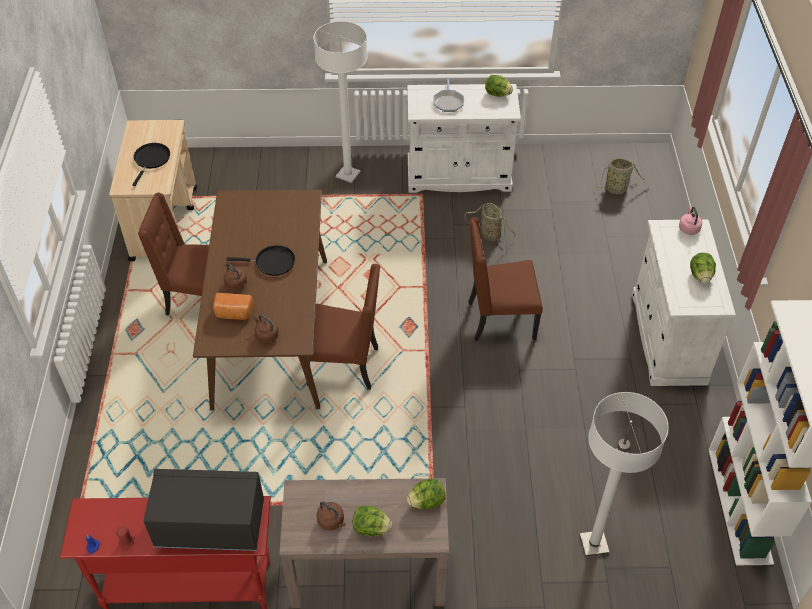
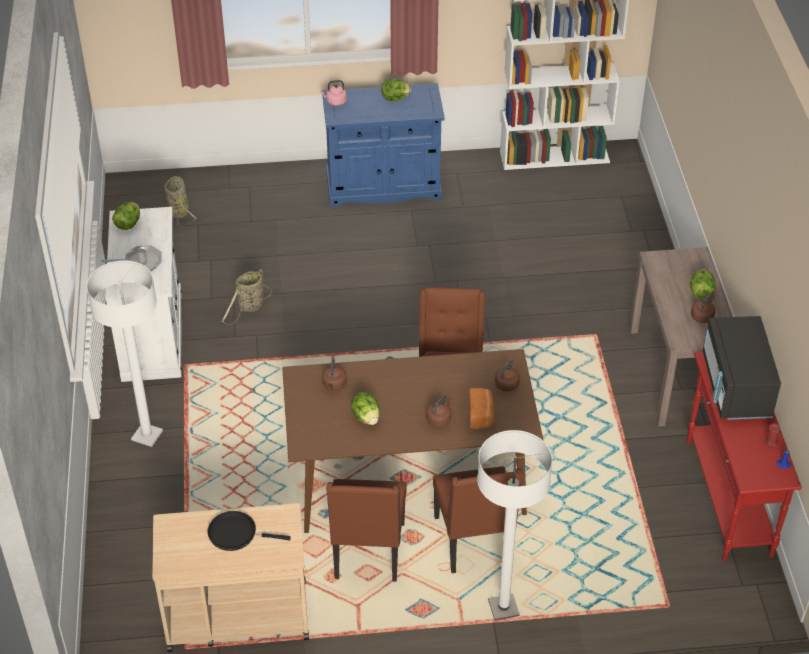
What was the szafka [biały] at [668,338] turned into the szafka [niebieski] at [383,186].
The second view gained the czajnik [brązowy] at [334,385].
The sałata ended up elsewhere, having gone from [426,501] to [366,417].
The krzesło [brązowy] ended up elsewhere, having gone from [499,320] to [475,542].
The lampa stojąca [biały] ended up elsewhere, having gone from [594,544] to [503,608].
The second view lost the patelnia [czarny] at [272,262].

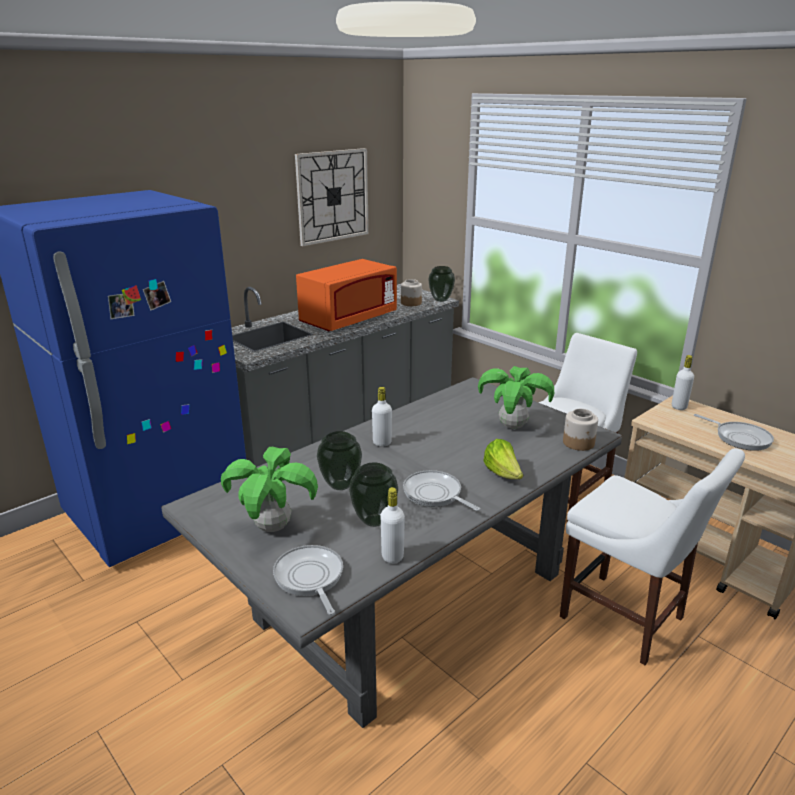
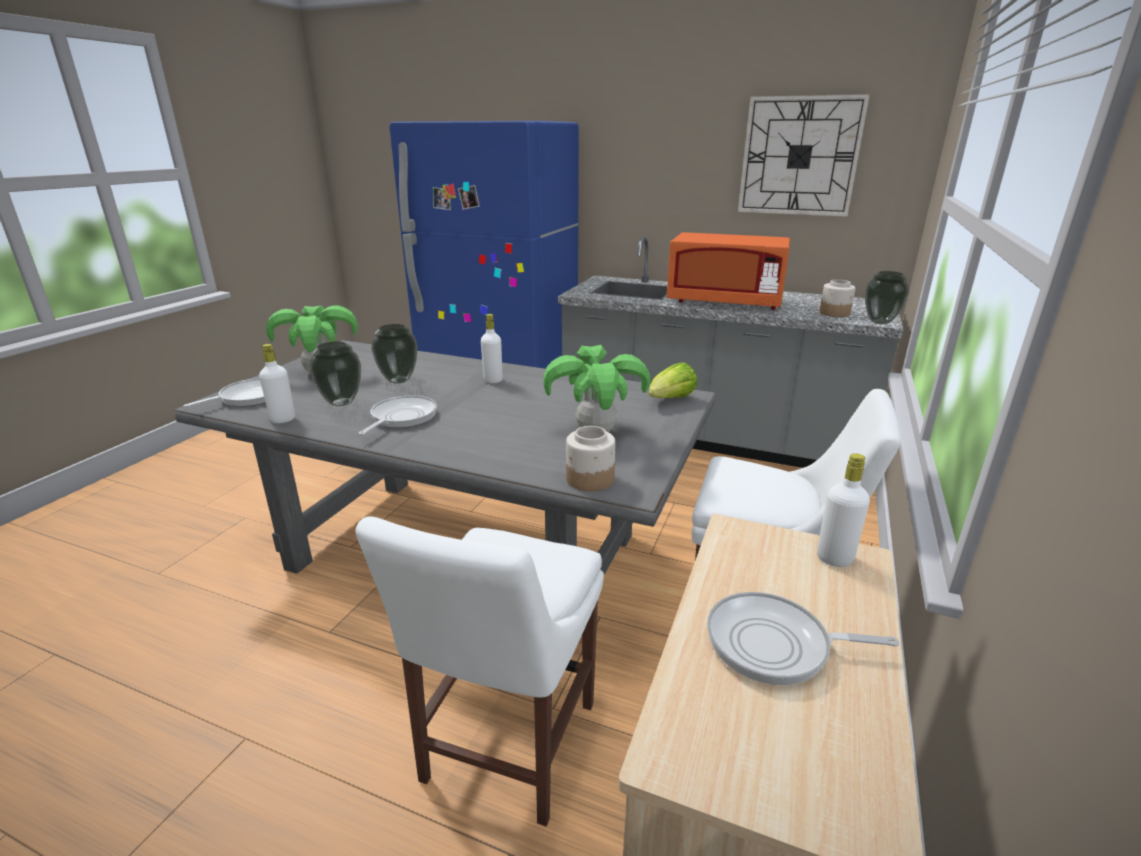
The sałata ended up elsewhere, having gone from [503,474] to [671,400].
The patelnia at [739,438] ended up facing another way, 75 degrees clockwise from before.

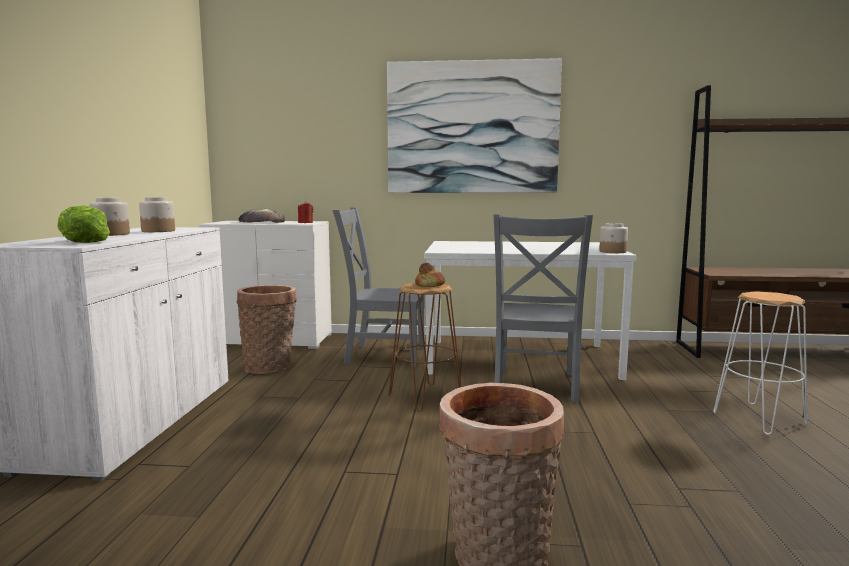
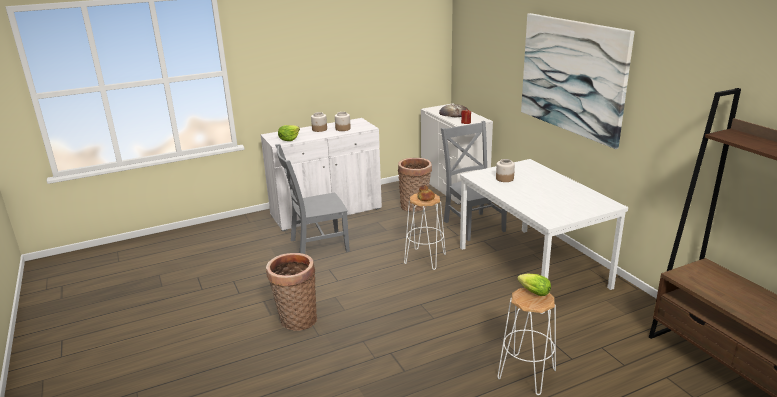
The krzesło [szary] ended up elsewhere, having gone from [535,386] to [316,246].
What was the stołek [brązowy] at [425,397] turned into the stołek [biały] at [425,259].
The słoik ended up elsewhere, having gone from [613,252] to [504,179].
The second view gained the sałata at [532,292].

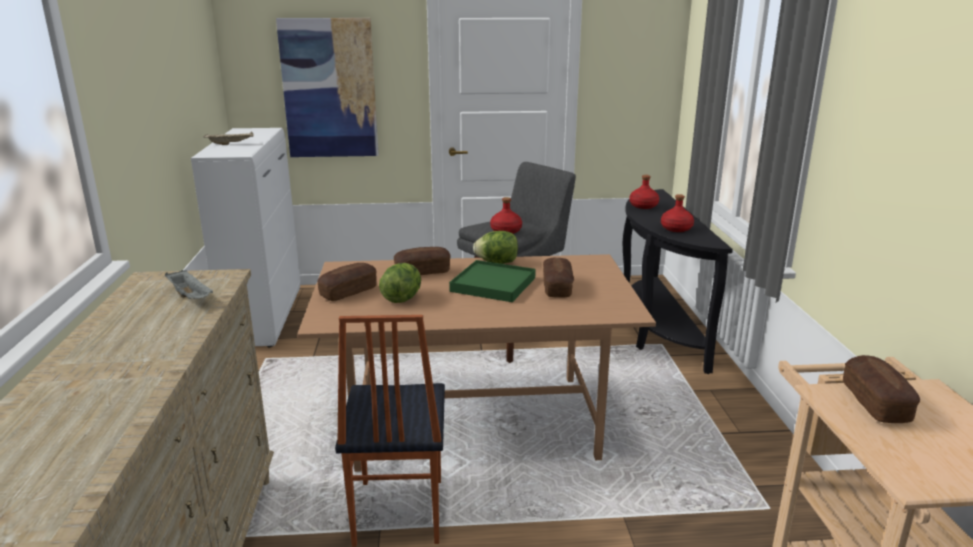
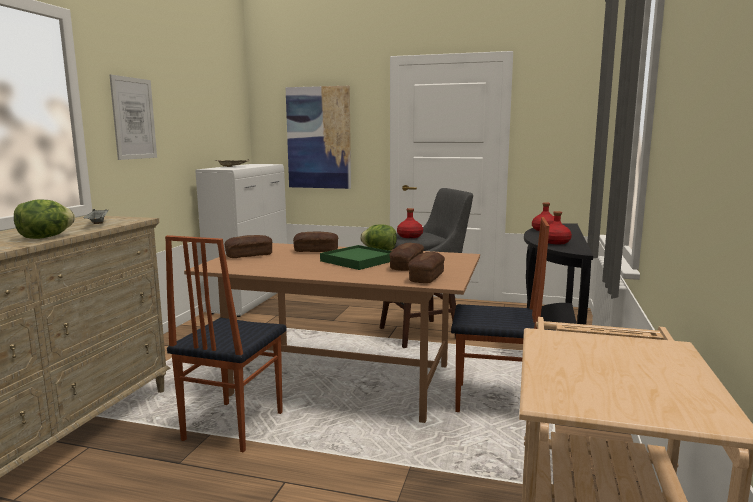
The sałata ended up elsewhere, having gone from [402,298] to [45,237].
The second view gained the obraz at [134,118].
The chleb ended up elsewhere, having gone from [875,402] to [426,277].
The second view gained the krzesło at [494,401].

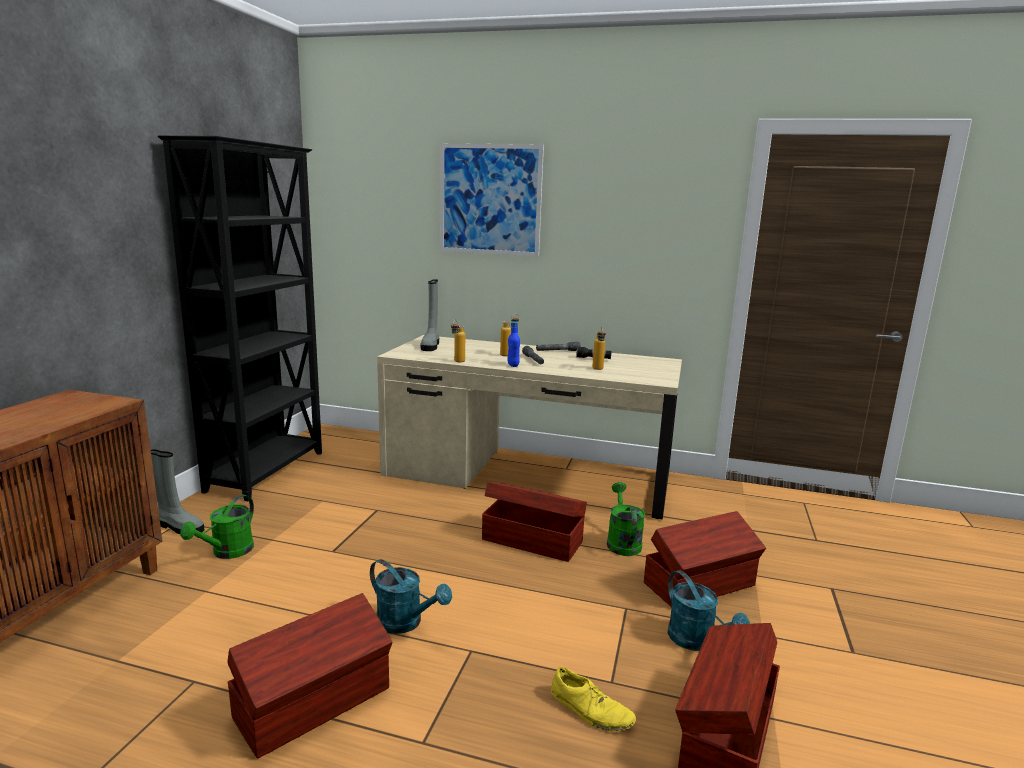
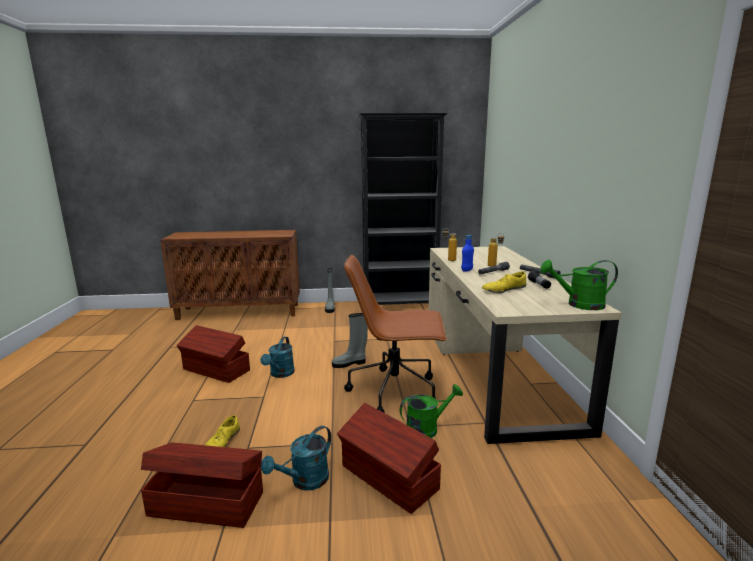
The but z cholewką [szary] ended up elsewhere, having gone from [431,346] to [350,363].
Where the pojemnik do przechowywania [brązowy] stood at [532,539], the krzesło biurowe [brązowy] came to stand at [395,391].
Where the butelka stood at [598,369], the but [żółty] came to stand at [503,289].
The konewka [zielony] ended up elsewhere, having gone from [227,552] to [579,305].
The second view lost the obraz at [490,200].

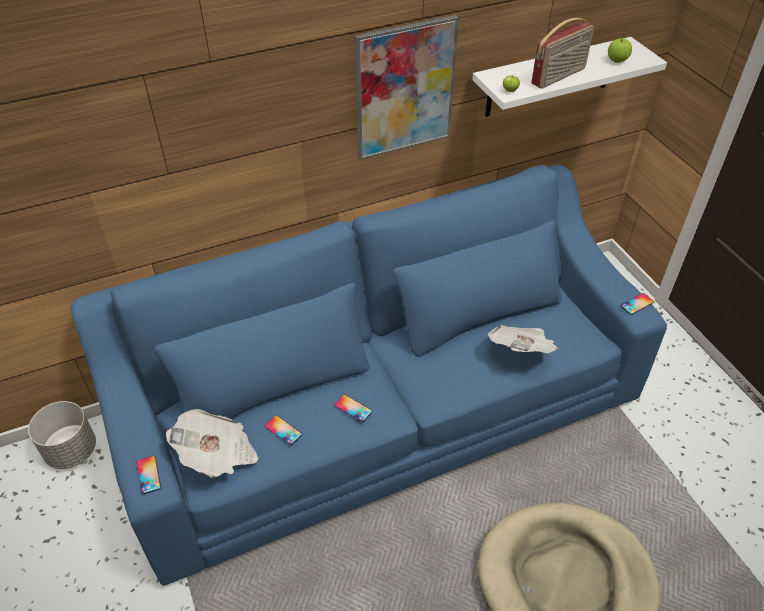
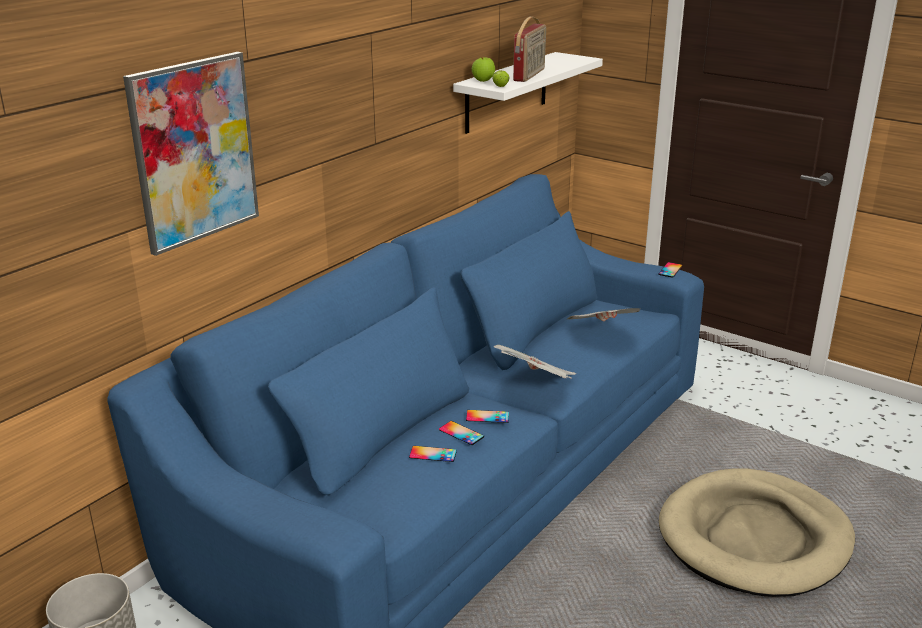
The obraz ended up elsewhere, having gone from [404,89] to [194,151].
The telefon ended up elsewhere, having gone from [148,475] to [461,433].
The jabłko ended up elsewhere, having gone from [617,61] to [483,80].
The gazeta ended up elsewhere, having gone from [218,455] to [536,382].

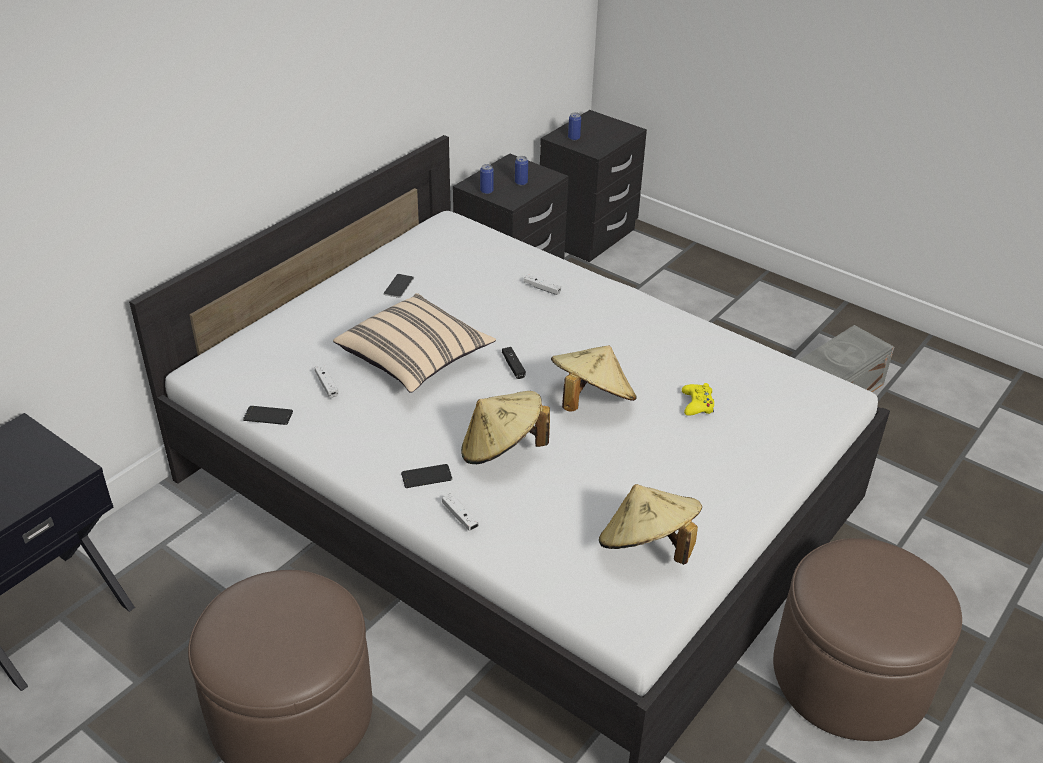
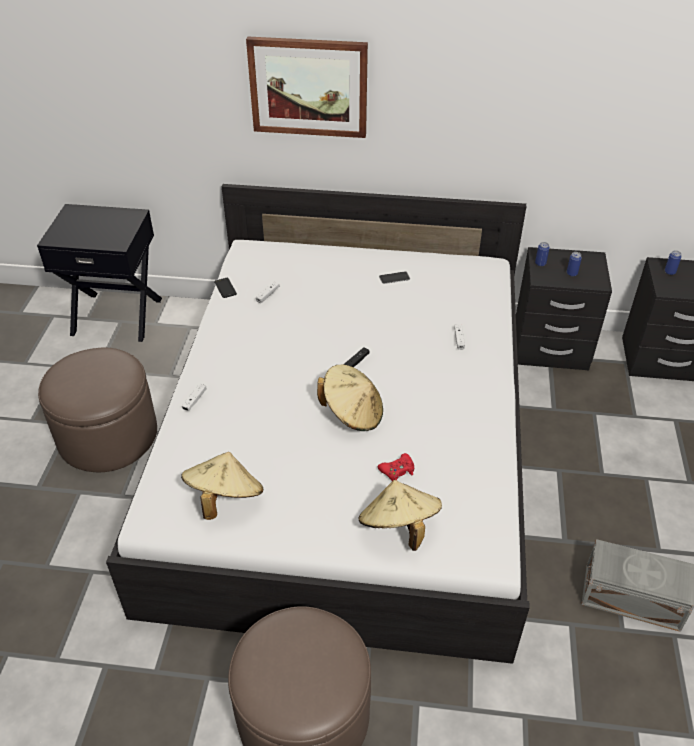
The second view gained the obraz at [308,87].
The kapelusz [beżowy] ended up elsewhere, having gone from [501,450] to [399,527].
What was the pad do gier [żółty] at [697,404] turned into the pad do gier [czerwony] at [397,470].
The second view lost the poduszka [beżowy] at [415,360].
The second view lost the telefon at [426,476].

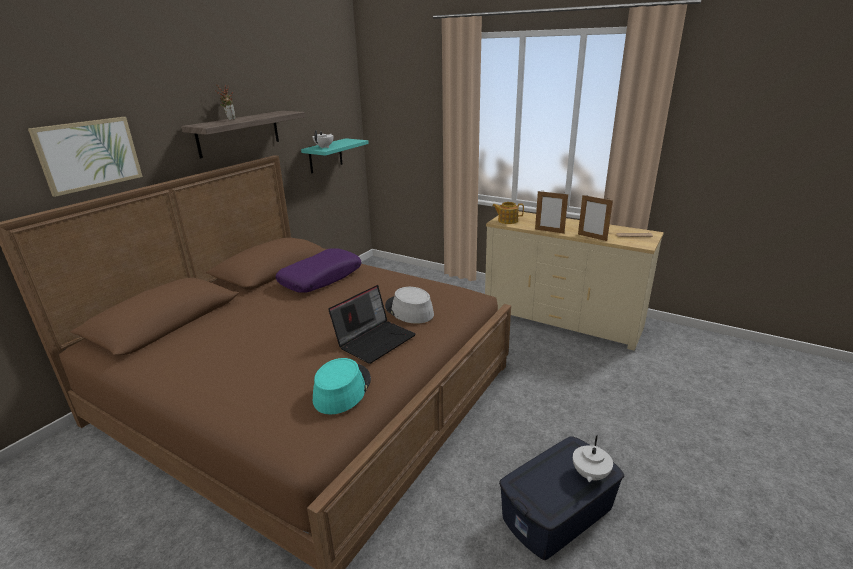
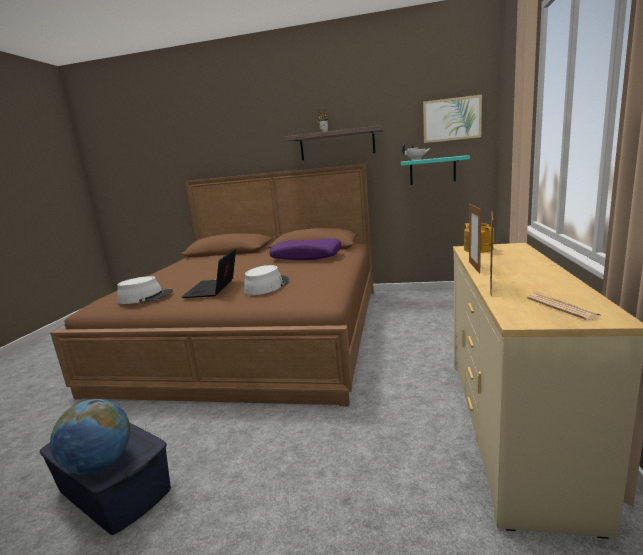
Where the imbryk [biały] stood at [589,474], the globus came to stand at [100,464].
What was the kapelusz [turkusowy] at [342,389] turned into the kapelusz [szary] at [146,297].
The laptop at [375,340] ended up facing another way, 75 degrees clockwise from before.
The obraz ended up elsewhere, having gone from [89,154] to [451,119].

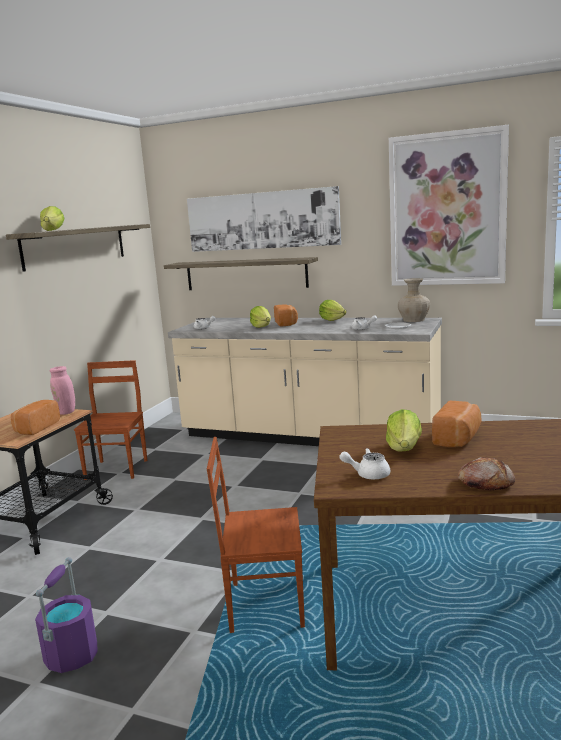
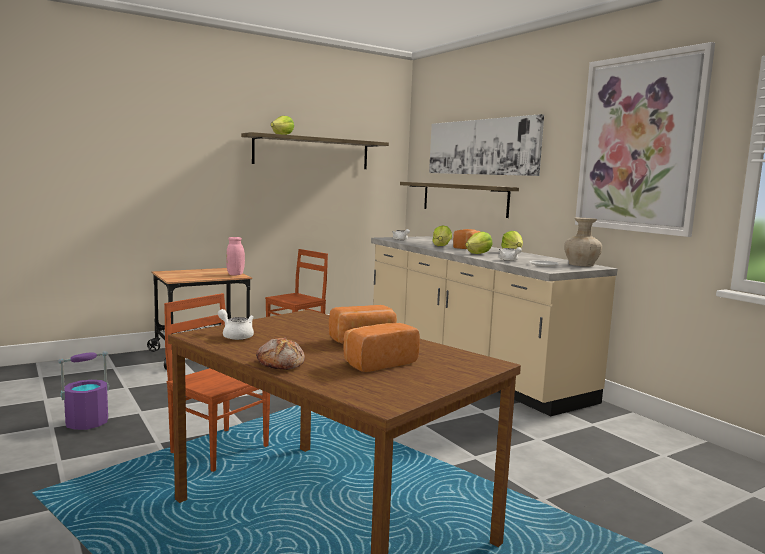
The chleb ended up elsewhere, having gone from [35,428] to [378,363].
The sałata ended up elsewhere, having gone from [404,448] to [478,254].

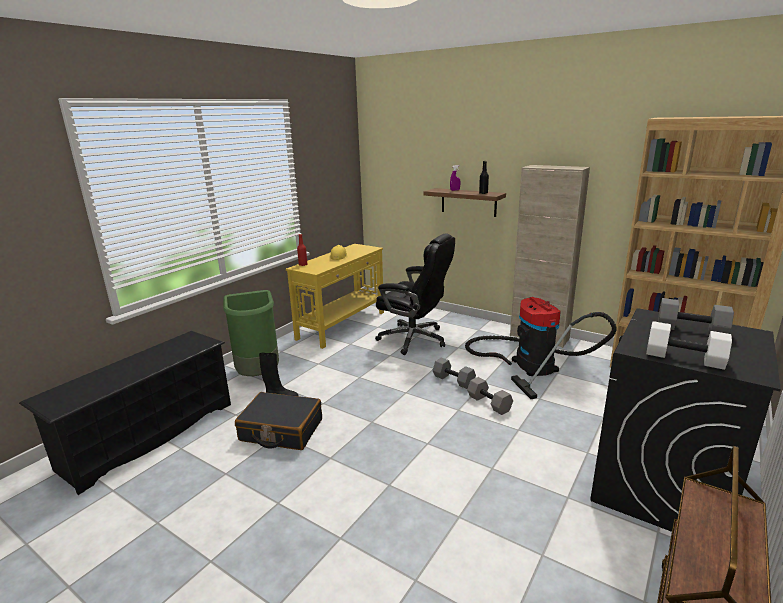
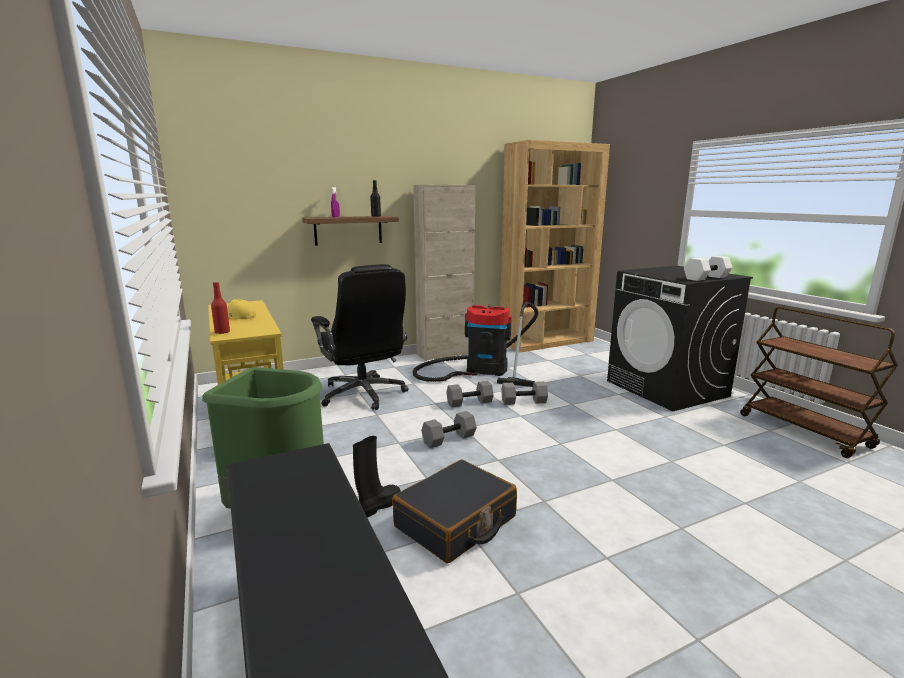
The krzesło biurowe [czarny] at [414,339] ended up facing another way, 90 degrees clockwise from before.
The hantel [szary] ended up elsewhere, having gone from [690,330] to [449,439].

